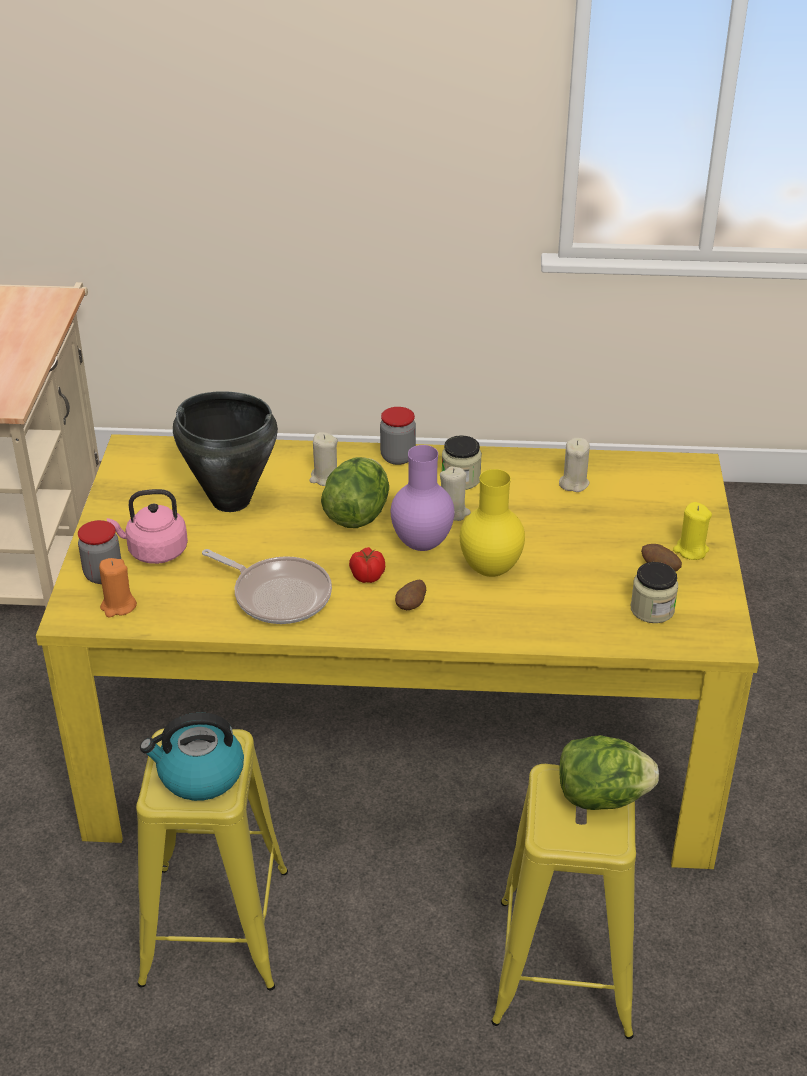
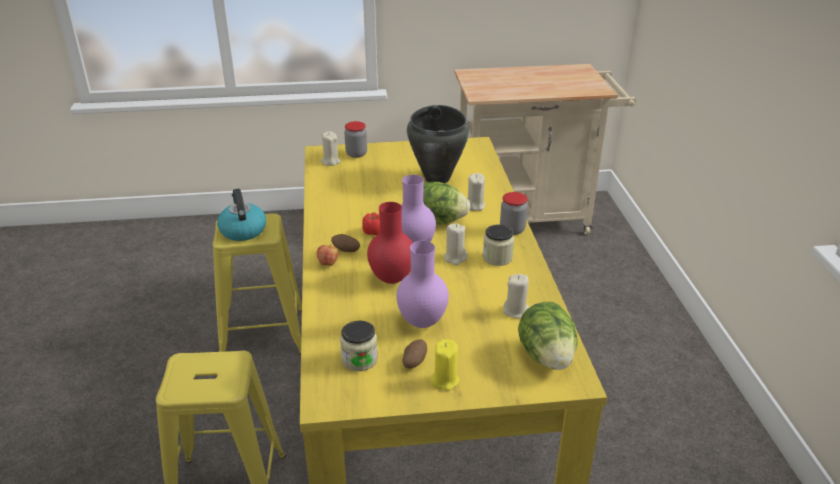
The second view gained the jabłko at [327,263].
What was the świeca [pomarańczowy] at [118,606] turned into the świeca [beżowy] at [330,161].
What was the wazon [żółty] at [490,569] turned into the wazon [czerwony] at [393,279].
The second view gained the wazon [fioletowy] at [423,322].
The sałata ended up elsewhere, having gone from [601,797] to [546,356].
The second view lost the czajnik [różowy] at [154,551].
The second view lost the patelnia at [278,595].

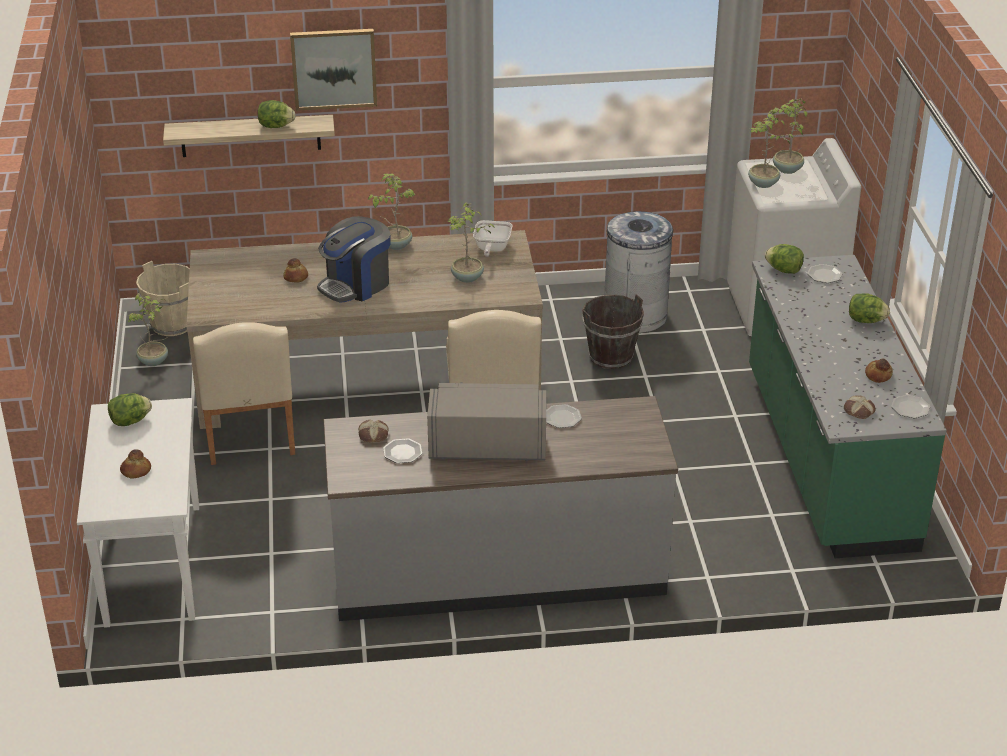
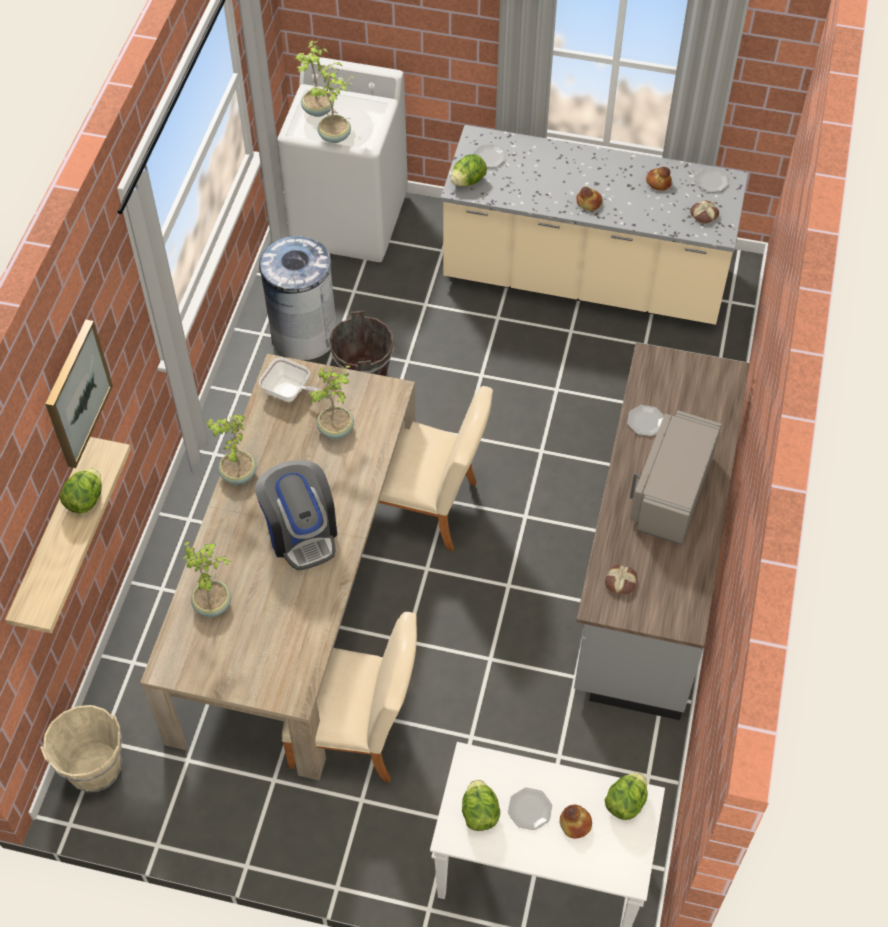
The roślina doniczkowa ended up elsewhere, having gone from [154,361] to [213,603].
What was the zabudowa kuchenna [zielony] at [826,458] turned into the zabudowa kuchenna [beżowy] at [584,279].
The talerz ended up elsewhere, having gone from [402,452] to [530,809].
The chleb ended up elsewhere, having gone from [295,277] to [588,203].
The sałata ended up elsewhere, having gone from [865,321] to [625,803].

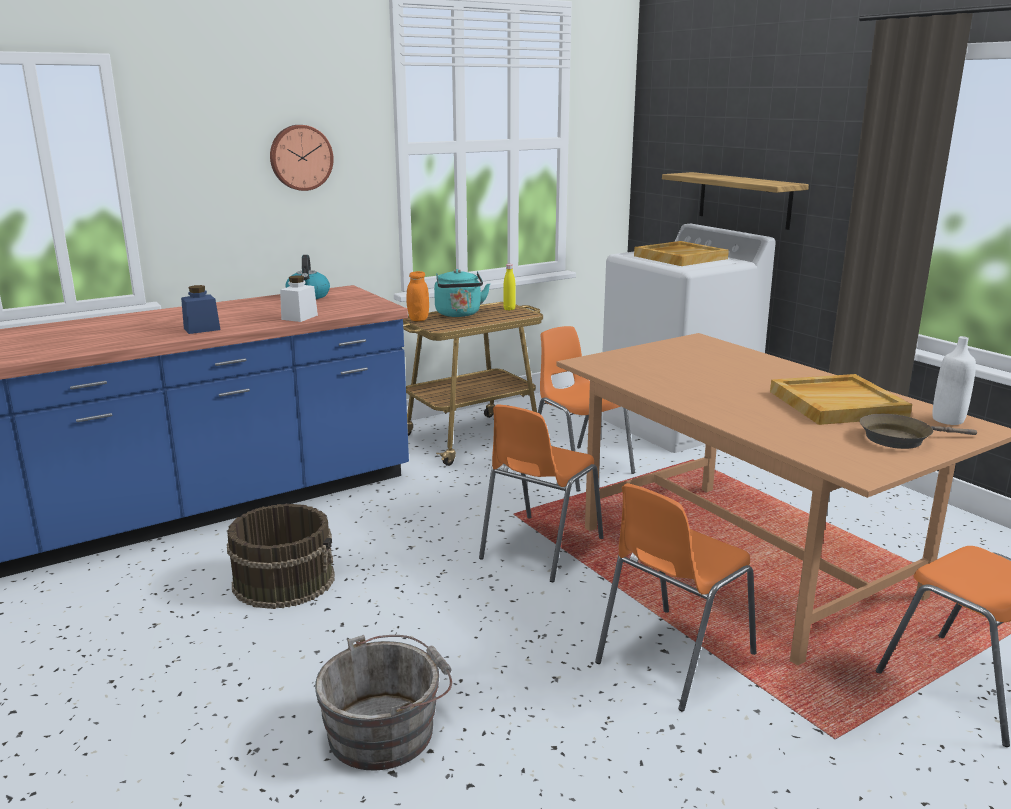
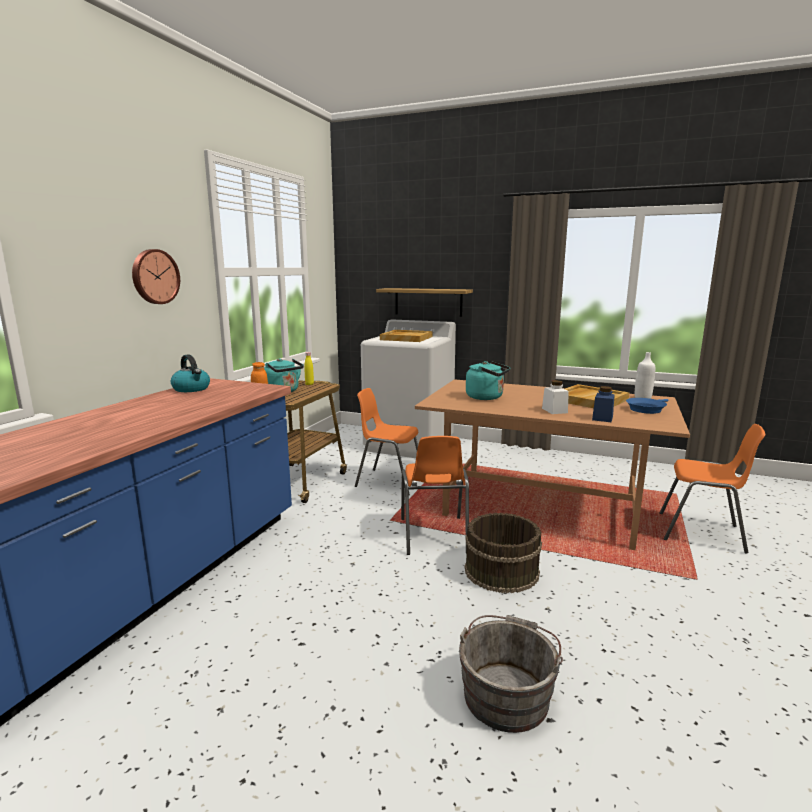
The wiadro [brązowy] ended up elsewhere, having gone from [284,580] to [501,570].
The second view gained the czajnik [turkusowy] at [487,397].
The słoik [biały] ended up elsewhere, having gone from [299,317] to [554,410].
The słoik [niebieski] ended up elsewhere, having gone from [202,329] to [602,418].
What was the patelnia [brązowy] at [900,438] turned into the patelnia [niebieski] at [646,409].
The second view lost the krzesło [pomarańczowy] at [672,658].

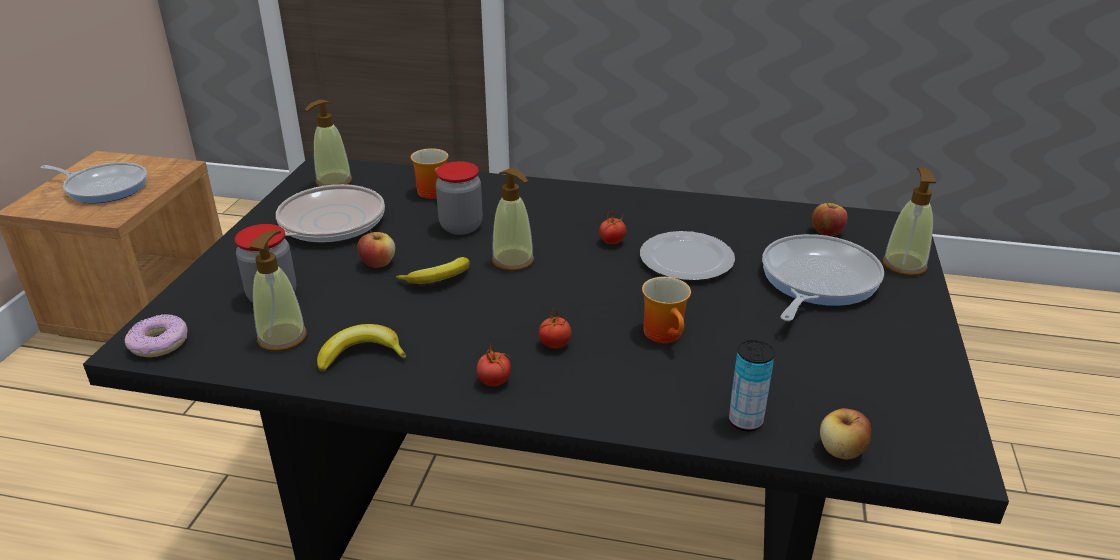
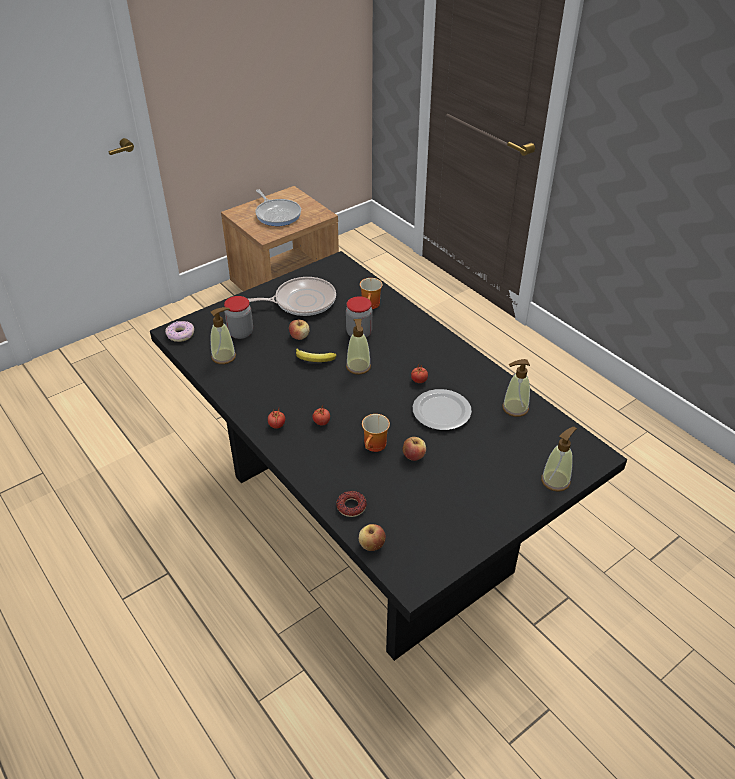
Where the puszka stood at [745,421], the donut came to stand at [351,506].
The jabłko ended up elsewhere, having gone from [826,233] to [413,456].
The dozownik mydła ended up elsewhere, having gone from [333,182] to [515,408].
The second view lost the banan at [361,355].
The second view lost the patelnia at [816,281].

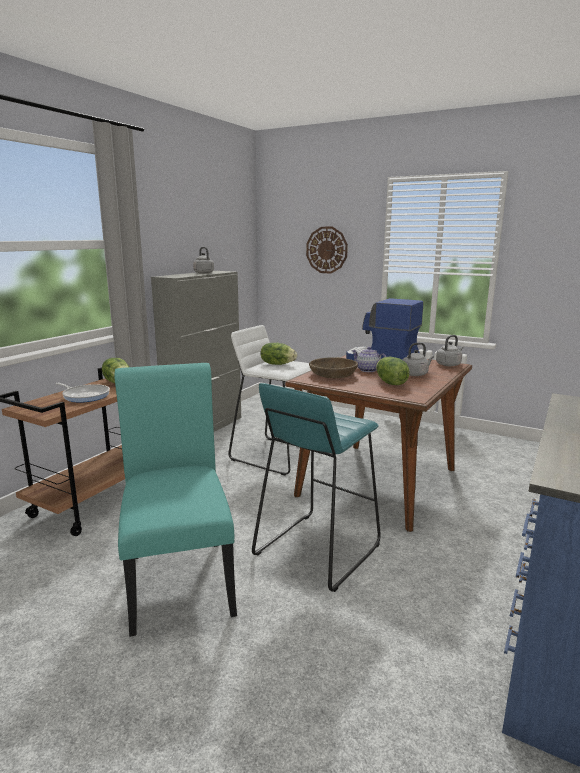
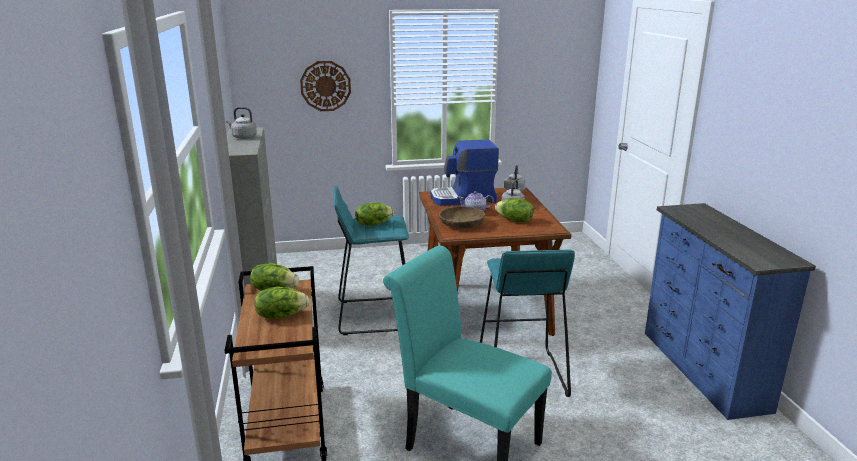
Where the patelnia stood at [85,396], the sałata came to stand at [281,315].
What was the stołek [biały] at [275,455] turned into the stołek [turkusowy] at [374,315].

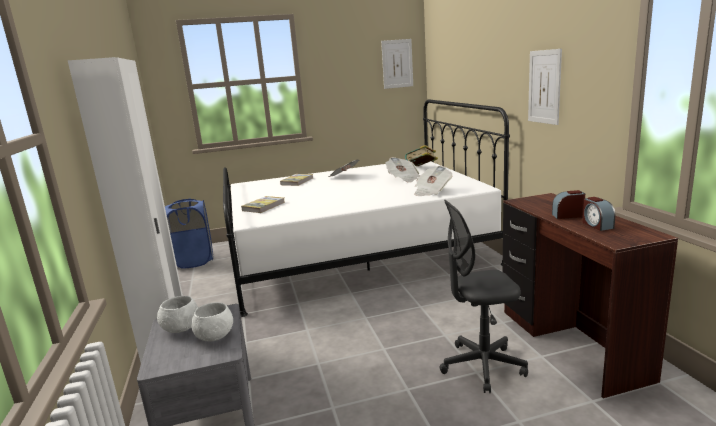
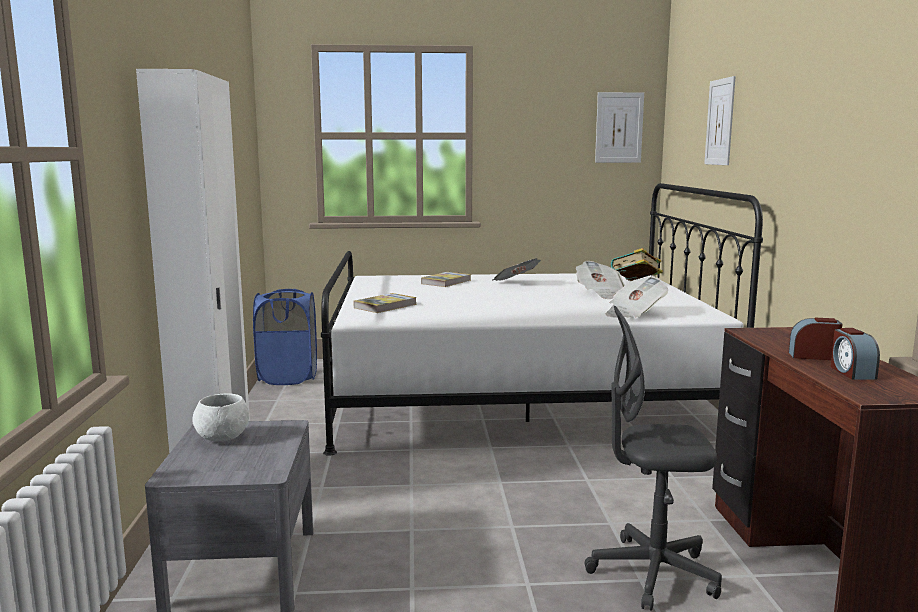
The obraz ended up elsewhere, having gone from [544,87] to [720,122].
The second view lost the miska [biały] at [214,337].

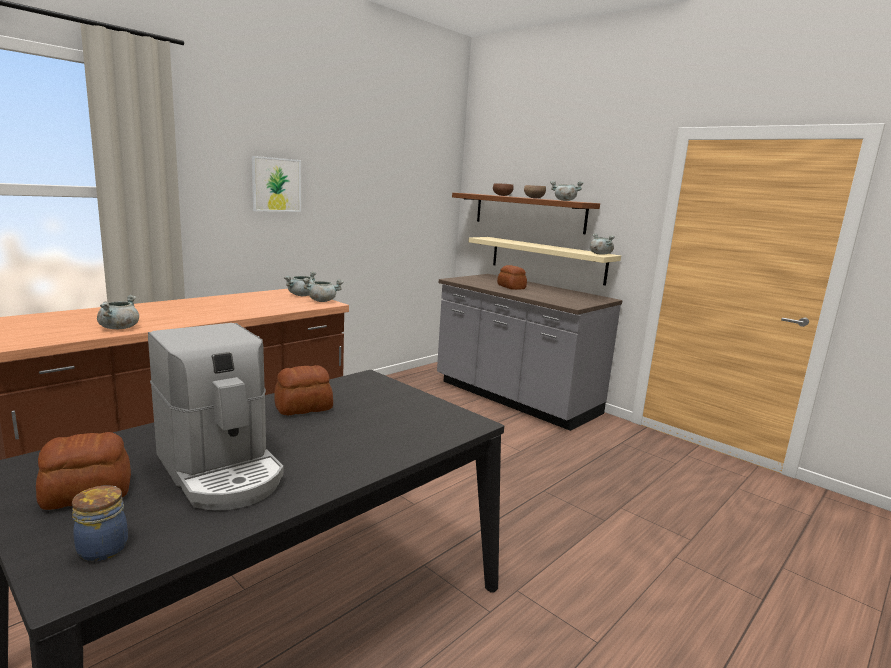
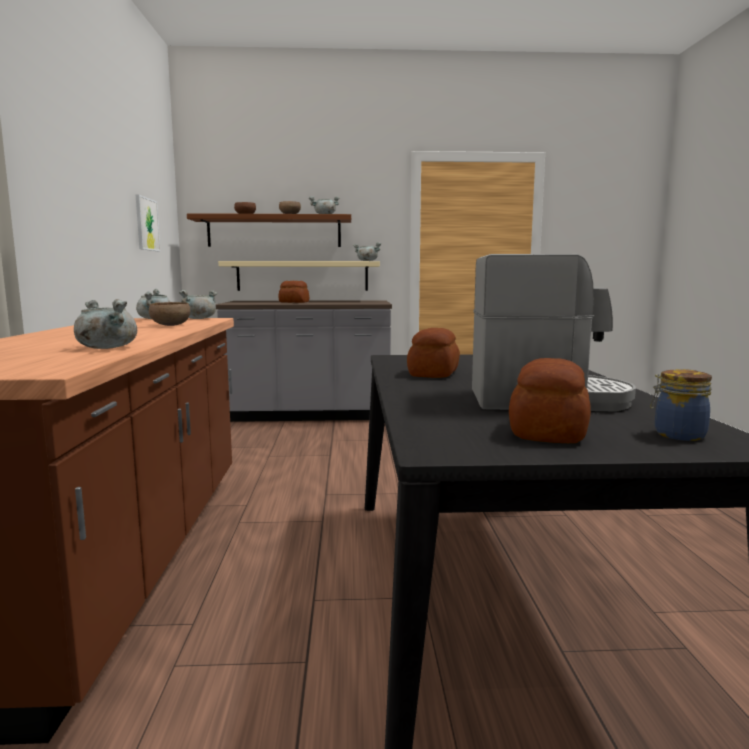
The obraz ended up elsewhere, having gone from [276,185] to [146,224].
The second view gained the miska [brązowy] at [171,325].

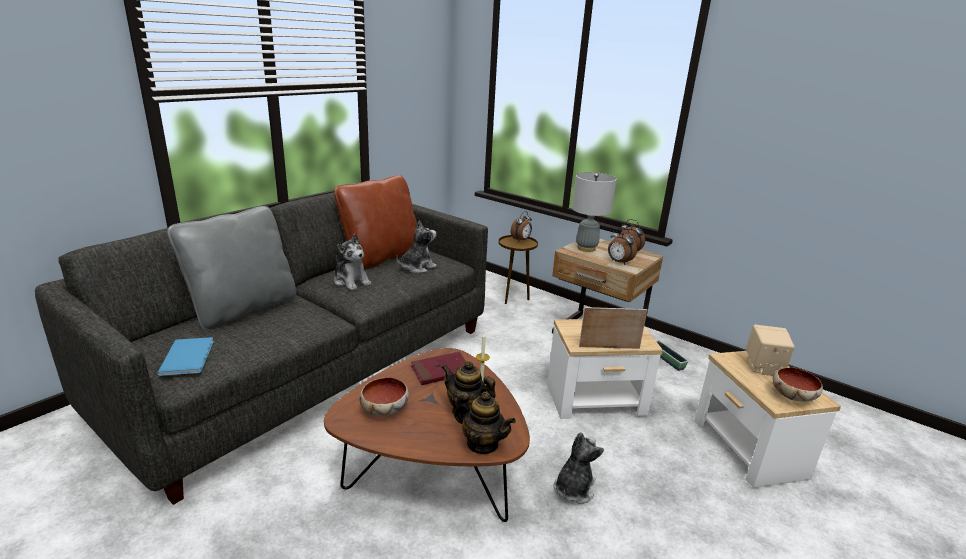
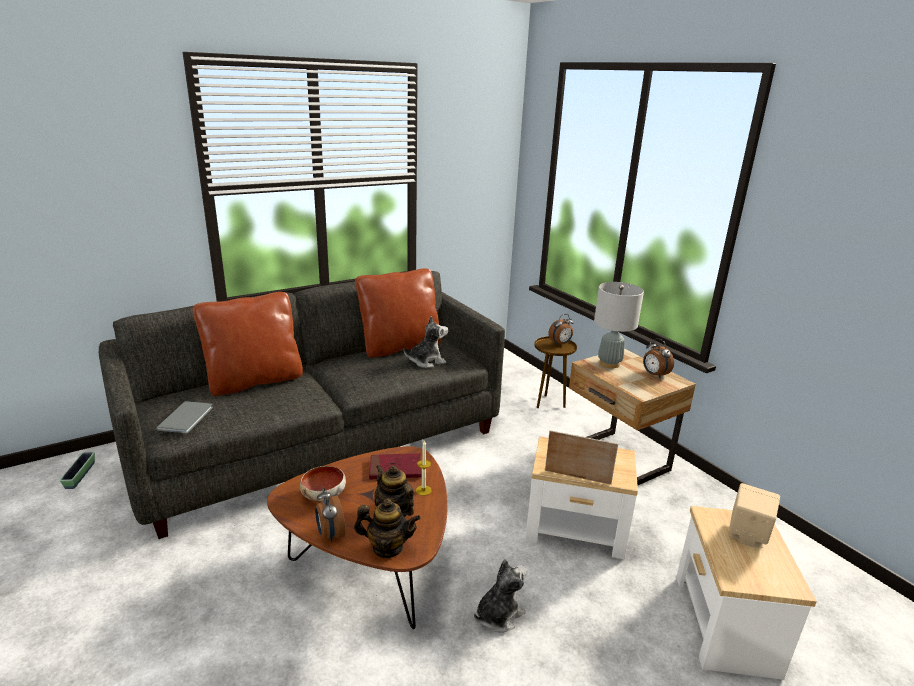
The donica ended up elsewhere, having gone from [667,360] to [80,475].
What was the książka [niebieski] at [189,356] turned into the książka [szary] at [188,417].
What was the poduszka [szary] at [243,309] turned into the poduszka [brązowy] at [254,381].
The budzik ended up elsewhere, having gone from [618,262] to [330,534].
The imbryk at [482,444] ended up facing another way, 45 degrees counterclockwise from before.
The second view lost the pluszak at [351,281].
The second view lost the miska at [792,395].

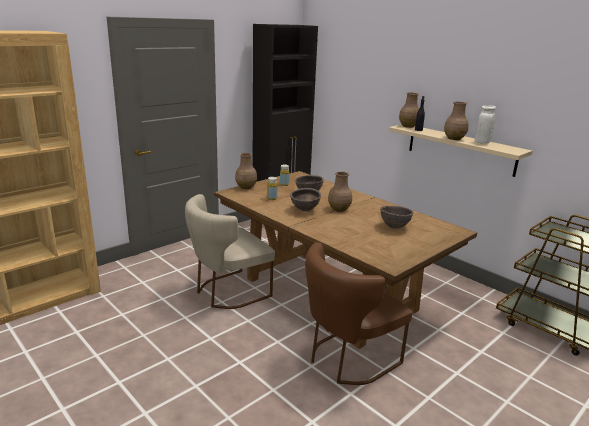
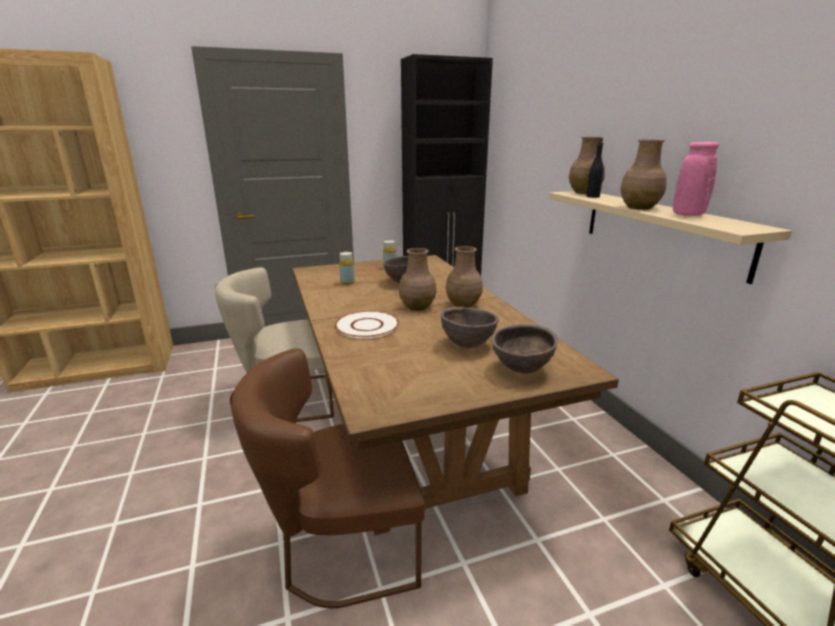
The second view gained the talerz [biały] at [367,326].
The wazon [brązowy] ended up elsewhere, having gone from [246,187] to [463,304].
The miska [brązowy] ended up elsewhere, having gone from [305,210] to [521,370].
What was the wazon [biały] at [482,142] turned into the wazon [różowy] at [688,214].

